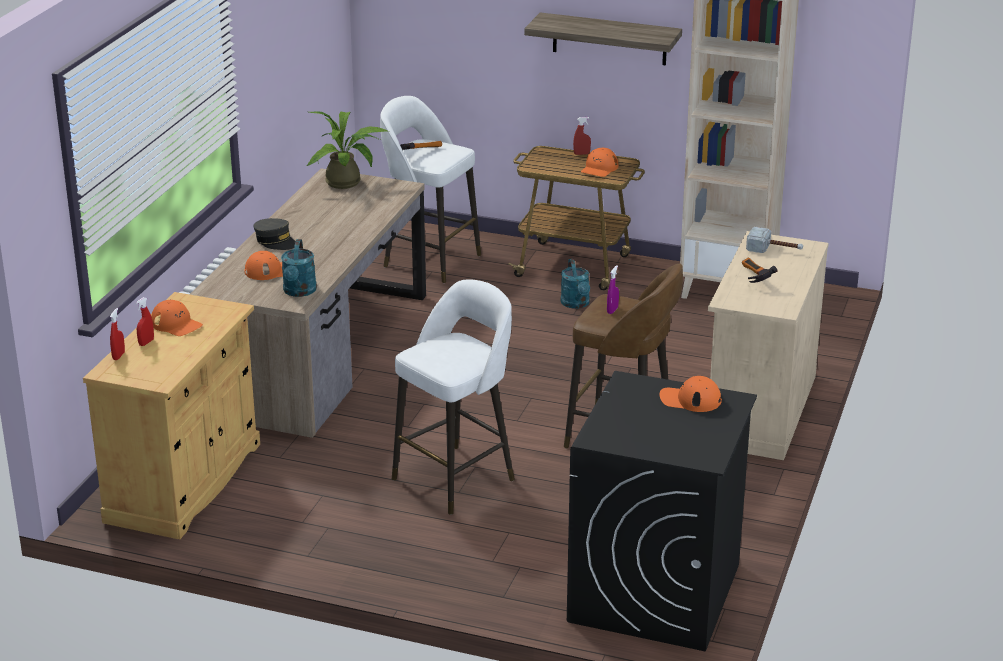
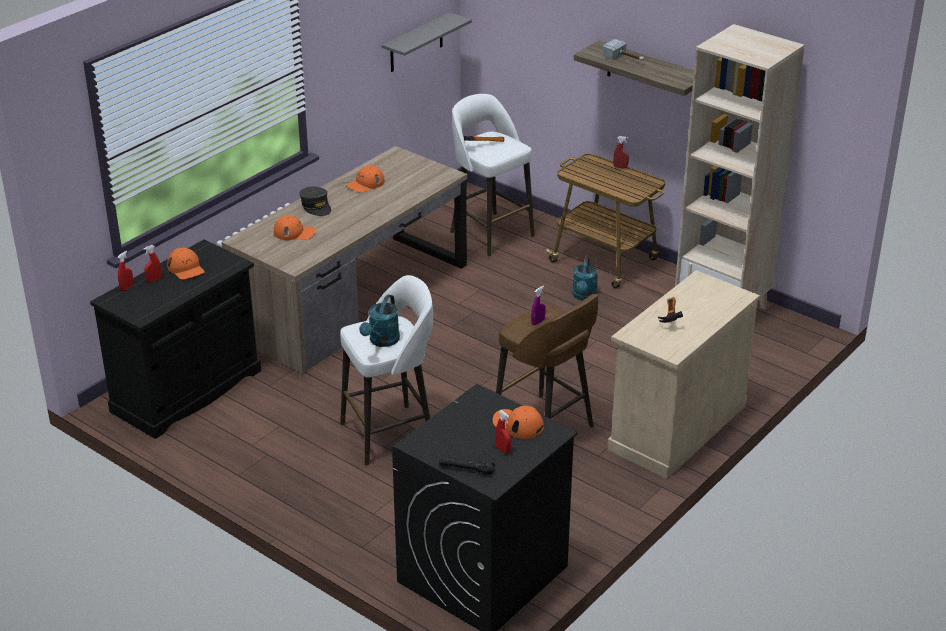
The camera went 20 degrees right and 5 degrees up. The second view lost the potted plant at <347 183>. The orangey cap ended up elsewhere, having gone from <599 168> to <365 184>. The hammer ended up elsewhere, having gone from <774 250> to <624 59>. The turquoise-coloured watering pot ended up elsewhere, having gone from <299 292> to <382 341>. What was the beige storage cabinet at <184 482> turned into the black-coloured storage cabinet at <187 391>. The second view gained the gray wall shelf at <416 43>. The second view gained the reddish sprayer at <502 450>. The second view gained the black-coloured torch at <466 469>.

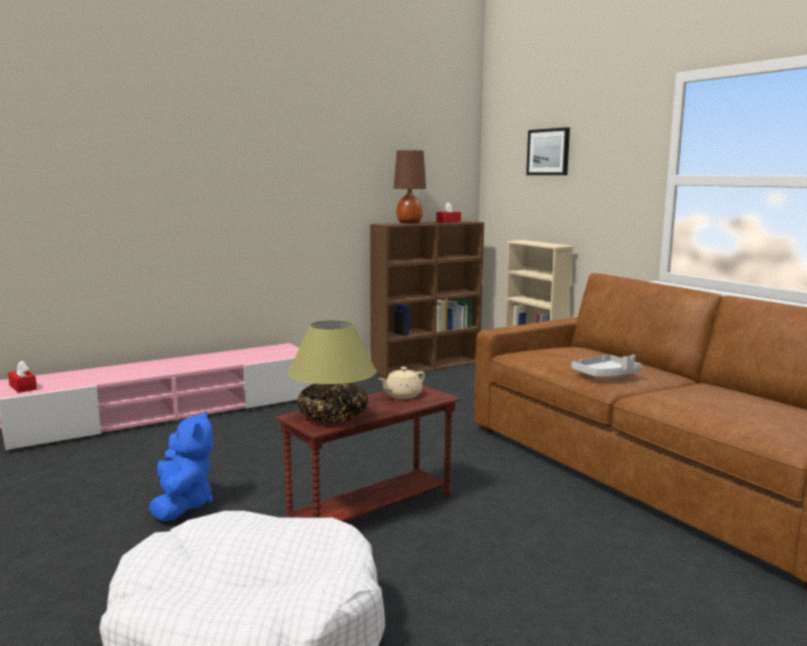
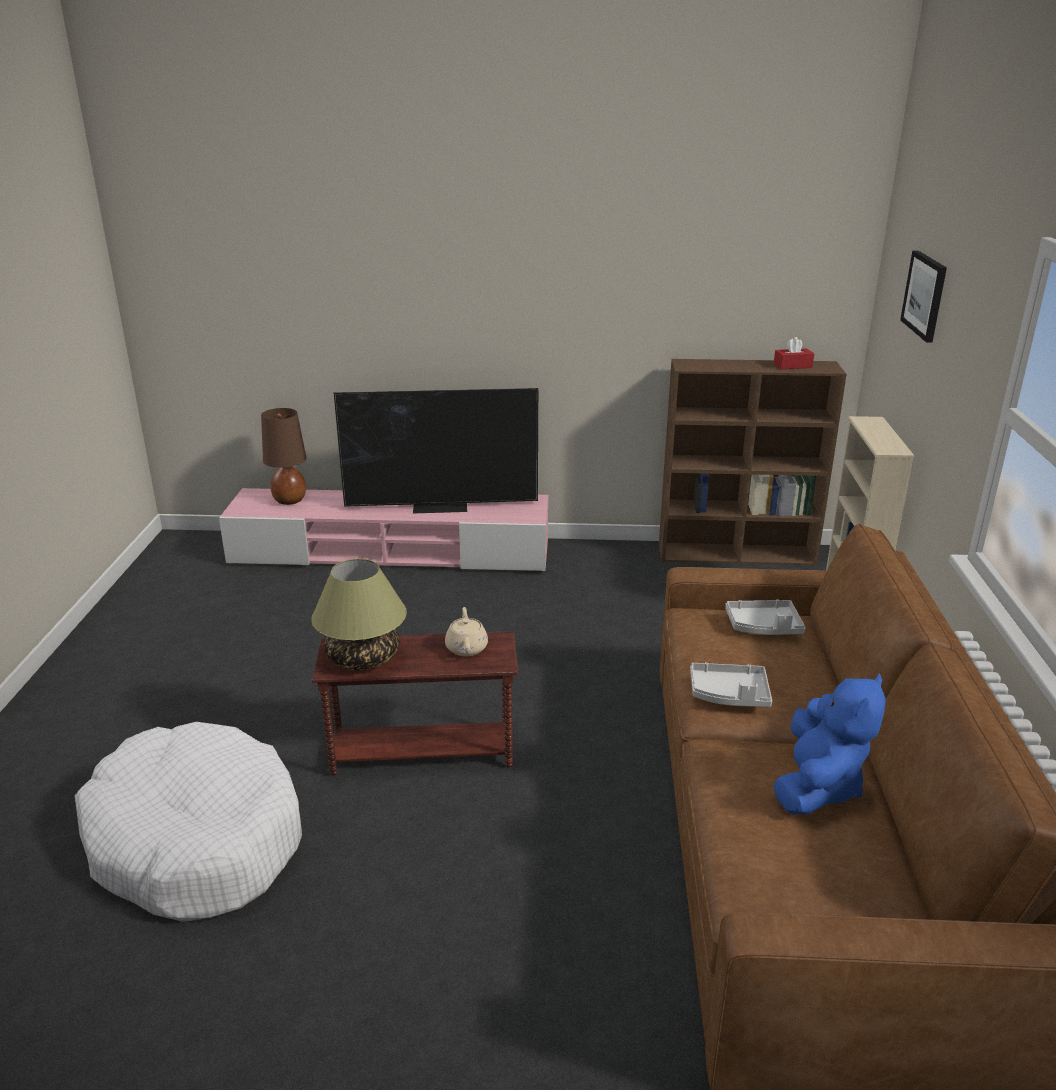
The camera went 35 degrees right and 15 degrees up. The brown-coloured lamp for a table ended up elsewhere, having gone from <409 223> to <289 500>. The second view lost the reddish tissue box at <23 387>. The beige tea pot at <402 395> ended up facing another way, 90 degrees clockwise from before. The bluish cuddly toy ended up elsewhere, having gone from <182 505> to <818 786>. The second view gained the television at <441 506>. The second view gained the gray carrying tray at <763 627>.

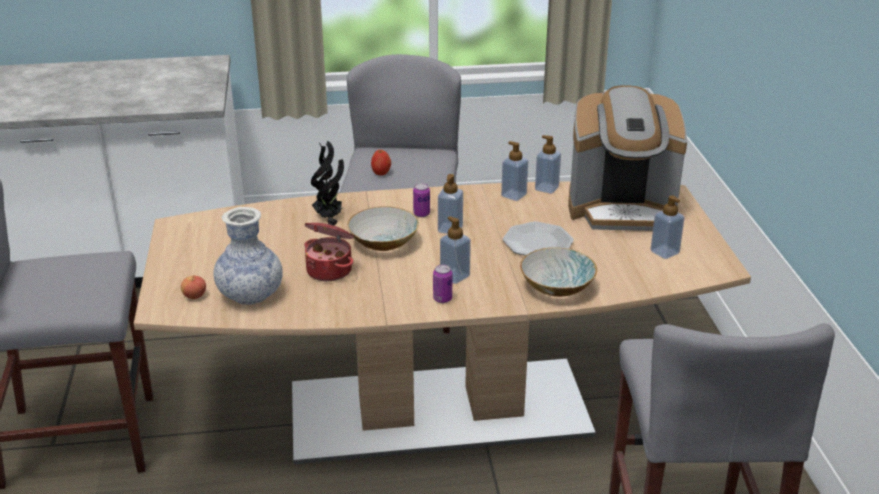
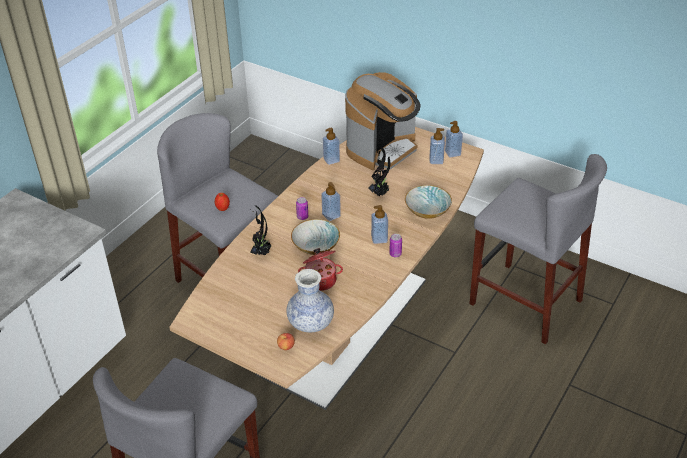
The camera went 50 degrees left and 10 degrees up. The soap bottle ended up elsewhere, having gone from <514 195> to <452 153>. Where the dinner plate stood at <537 242>, the potted plant came to stand at <380 193>.

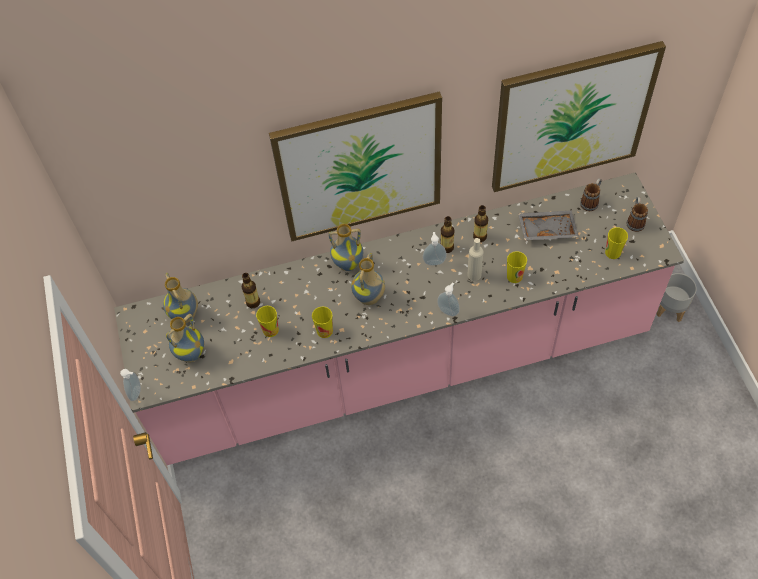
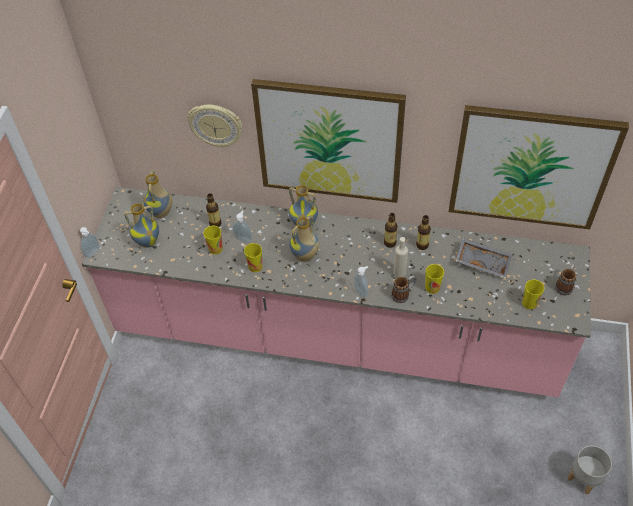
The camera went 25 degrees right and 5 degrees down. The coffee mug ended up elsewhere, having gone from <591 201> to <403 294>. The soap bottle ended up elsewhere, having gone from <434 261> to <243 238>. The gray plant pot ended up elsewhere, having gone from <671 309> to <584 479>. The second view gained the wall clock at <216 125>.

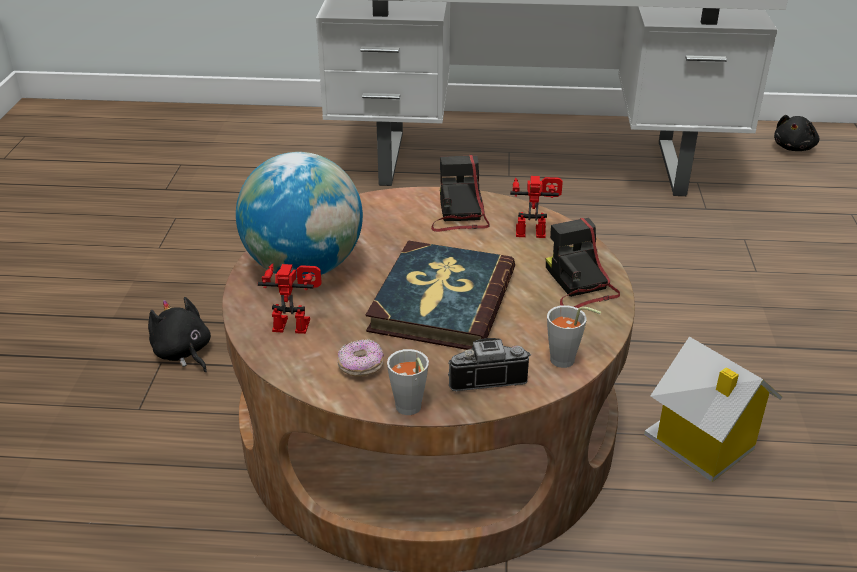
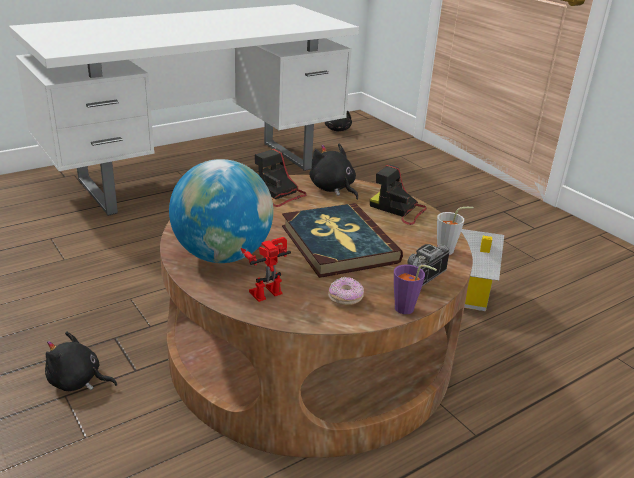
The camera went 40 degrees left and 5 degrees down. Where the toy robot stood at <533 229>, the black-coloured cuddly toy came to stand at <333 189>. What was the gray small cup at <409 410> turned into the purple-coloured small cup at <408 310>.

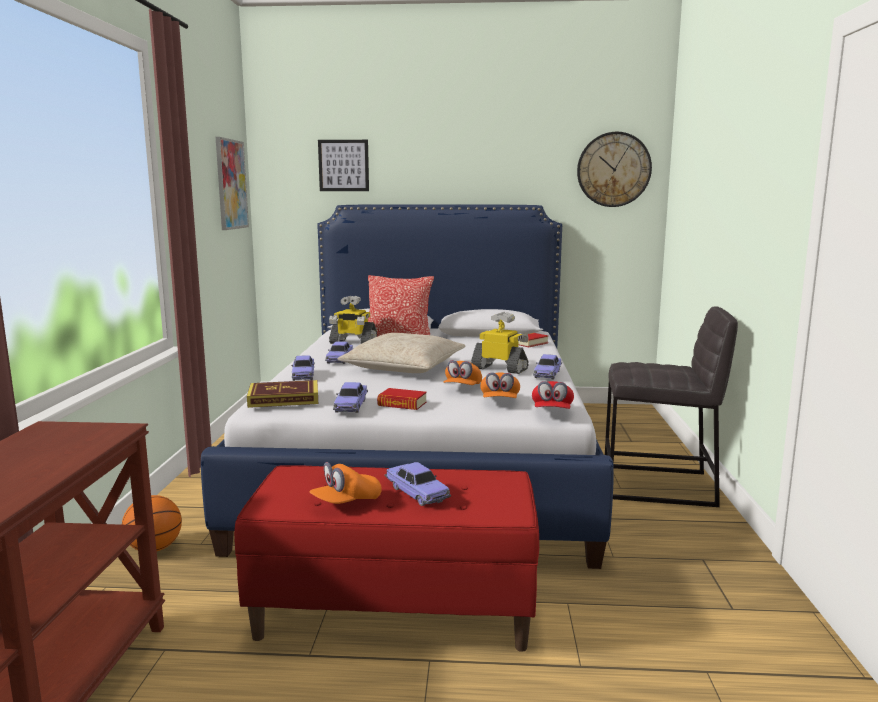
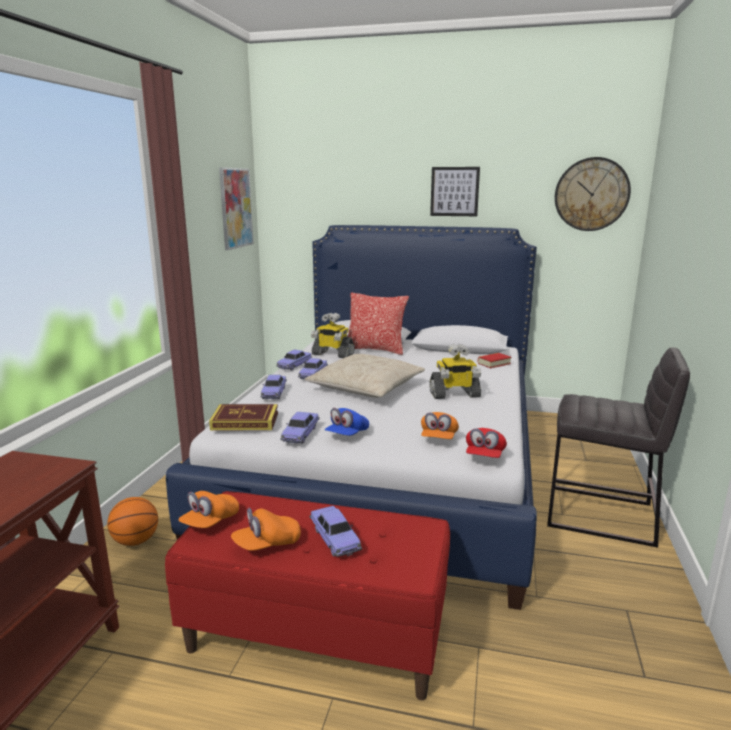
The camera went 10 degrees right and 5 degrees up. The wall picture ended up elsewhere, having gone from <343 165> to <454 191>. The toy robot at <500 368> ended up facing another way, 135 degrees clockwise from before. The toy car ended up elsewhere, having gone from <547 374> to <294 365>. The orangey cap ended up elsewhere, having gone from <462 388> to <210 522>. Where the book stood at <402 404>, the bluish cap came to stand at <347 435>.

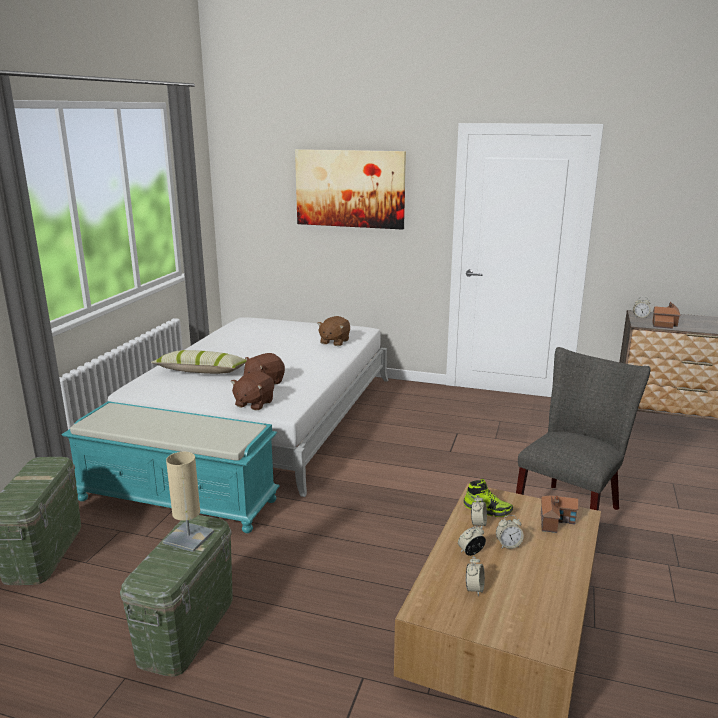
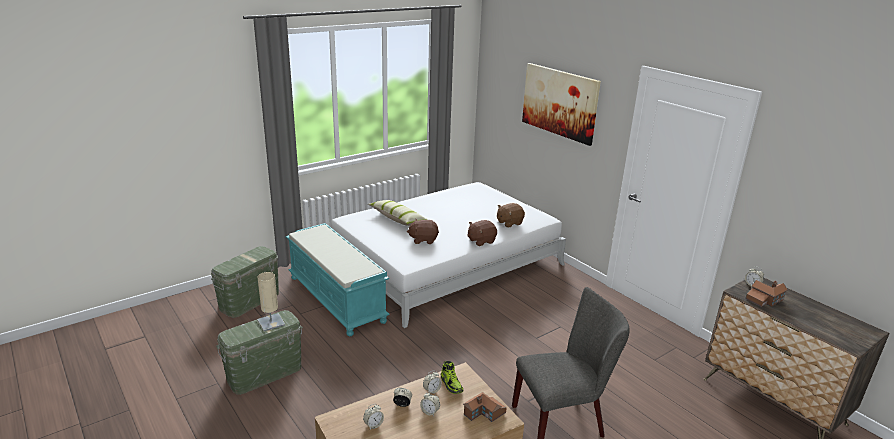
The camera went 35 degrees right and 5 degrees up. The brown-coloured cuddly toy ended up elsewhere, having gone from <253 403> to <481 241>.

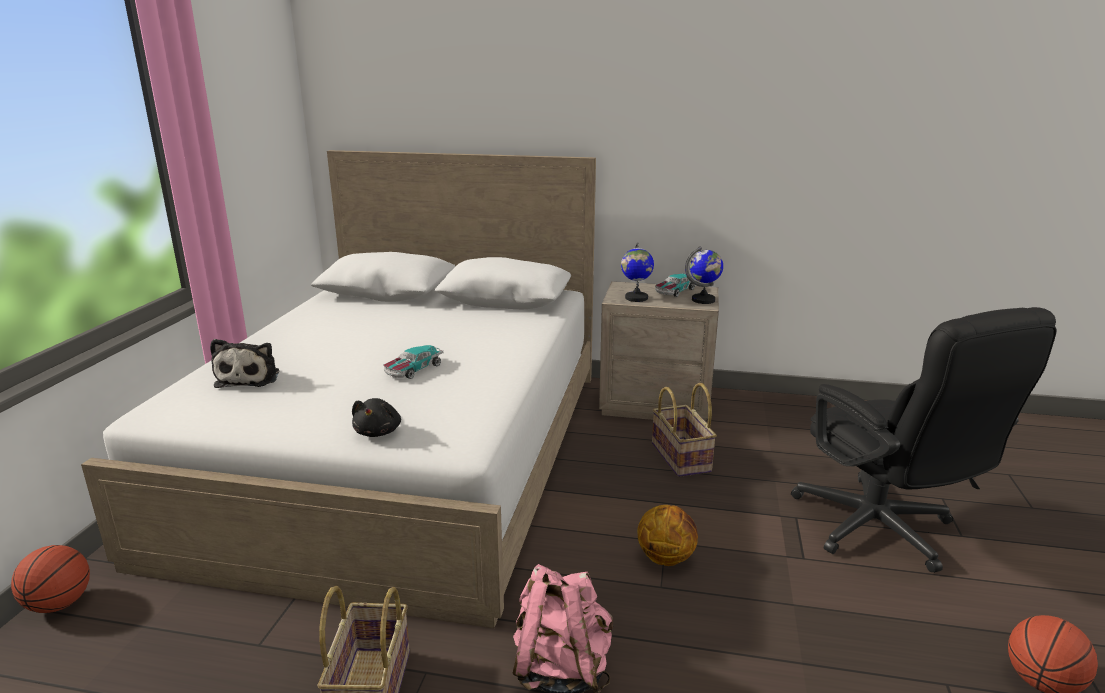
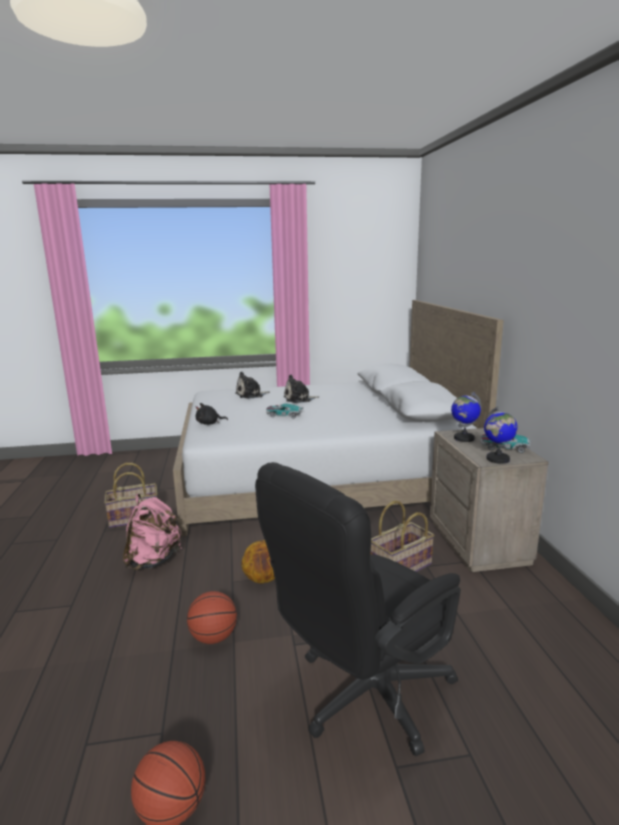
The camera went 70 degrees right and 5 degrees down. The basketball ended up elsewhere, having gone from <59 604> to <214 637>. The second view gained the cuddly toy at <299 399>.

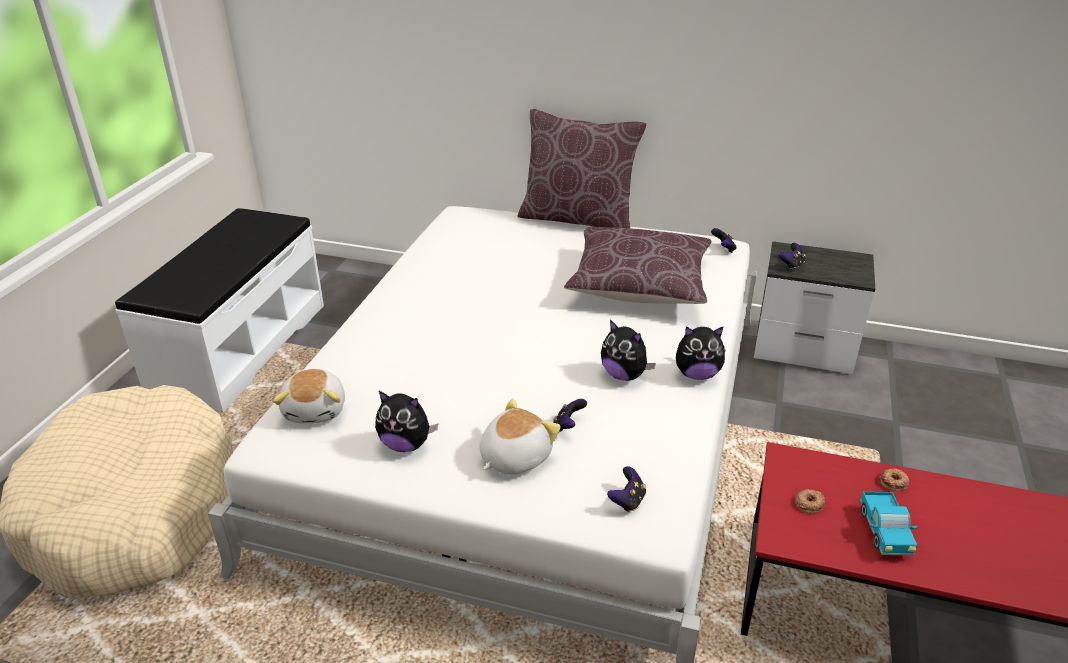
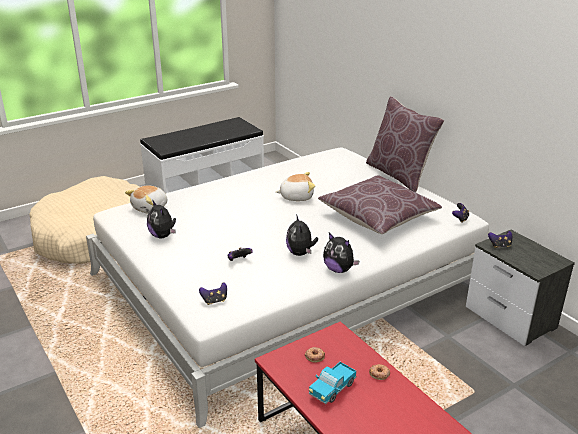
The camera went 40 degrees right and 5 degrees down. The cuddly toy ended up elsewhere, having gone from <514 457> to <296 196>.

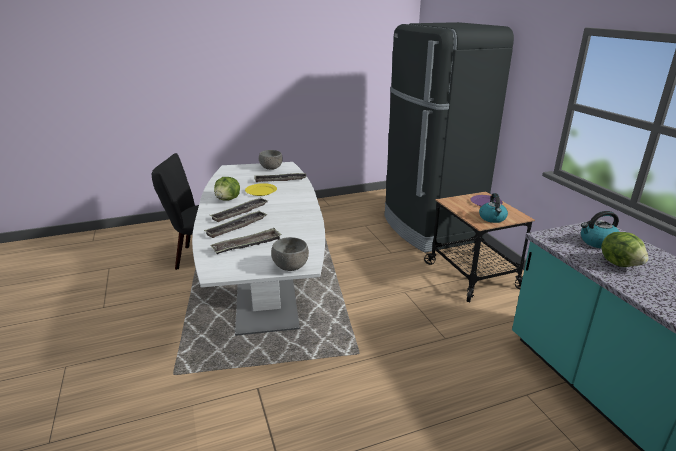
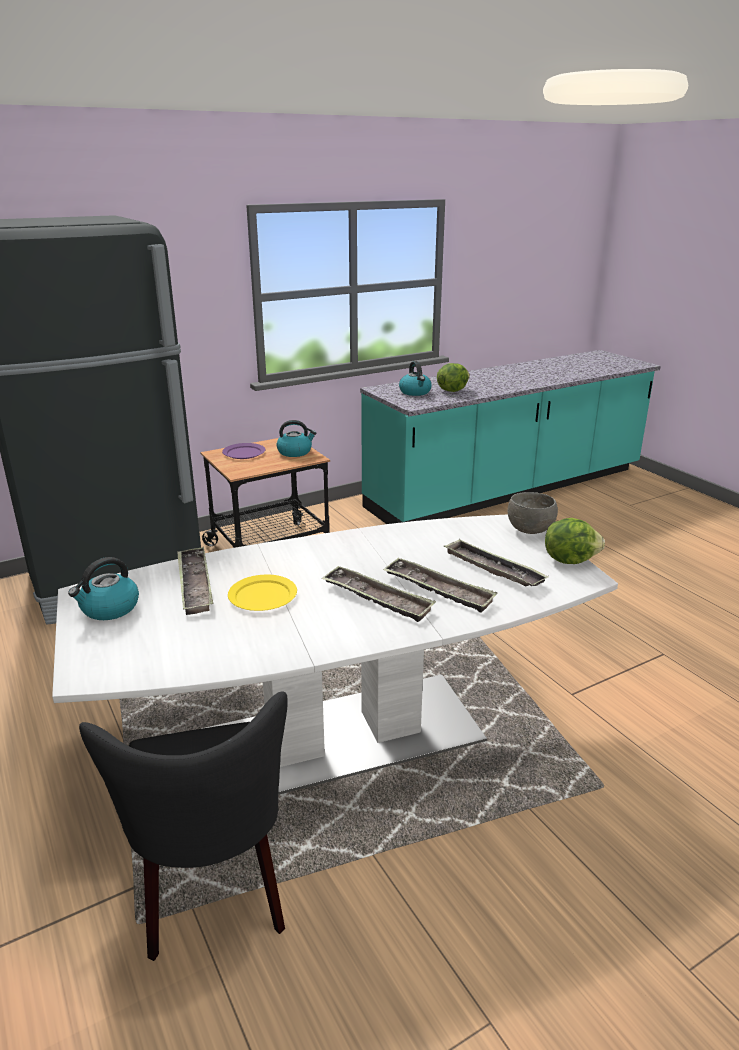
The camera went 100 degrees left and 0 degrees up. Where the gray bowl stood at <271 168>, the water kettle came to stand at <109 608>. The lettuce head ended up elsewhere, having gone from <228 199> to <569 559>.

